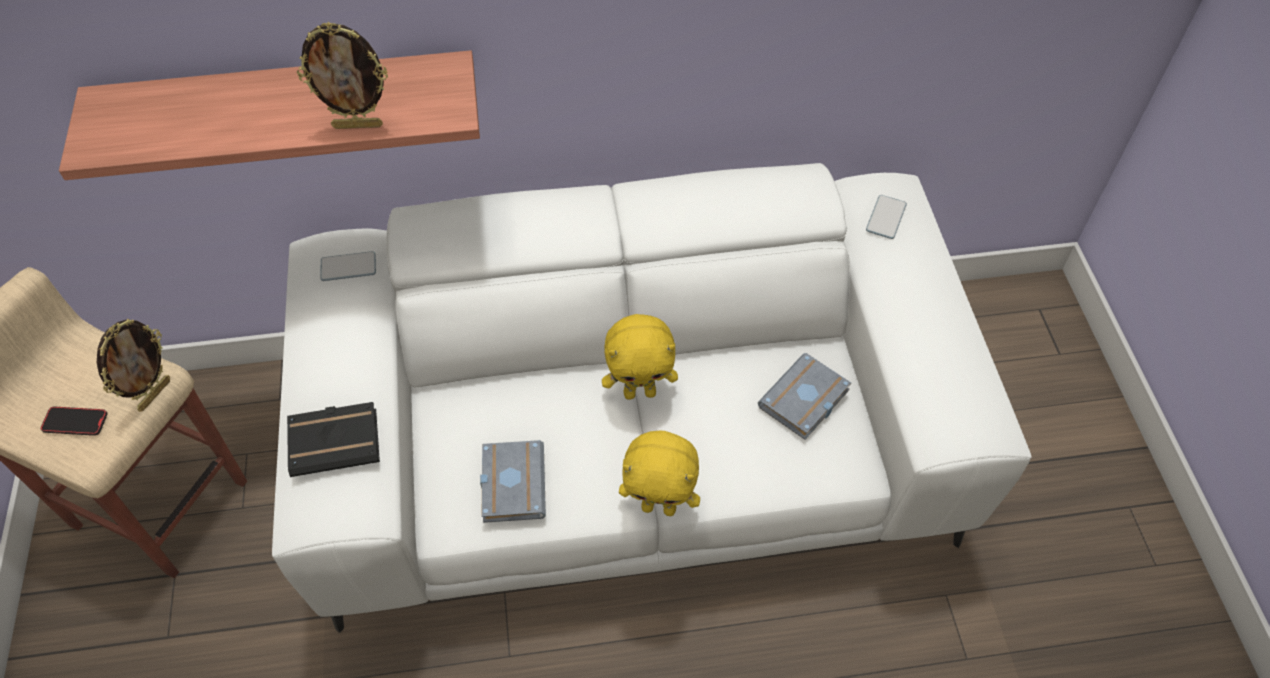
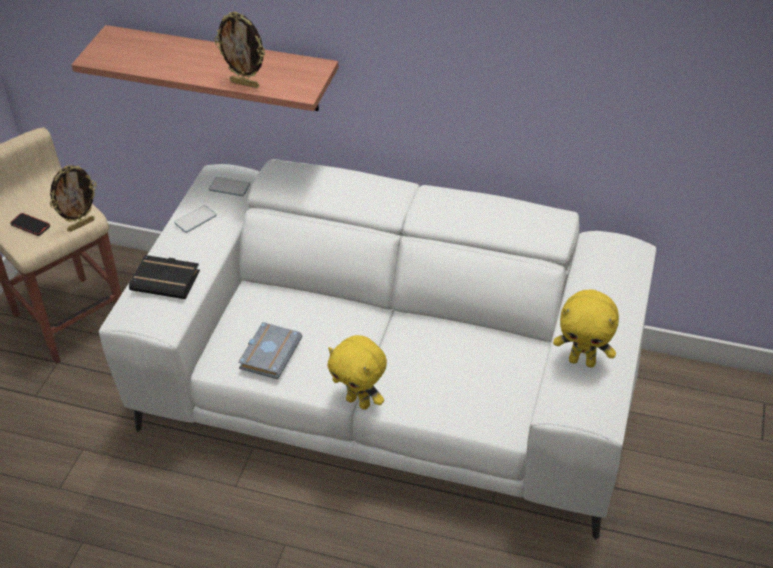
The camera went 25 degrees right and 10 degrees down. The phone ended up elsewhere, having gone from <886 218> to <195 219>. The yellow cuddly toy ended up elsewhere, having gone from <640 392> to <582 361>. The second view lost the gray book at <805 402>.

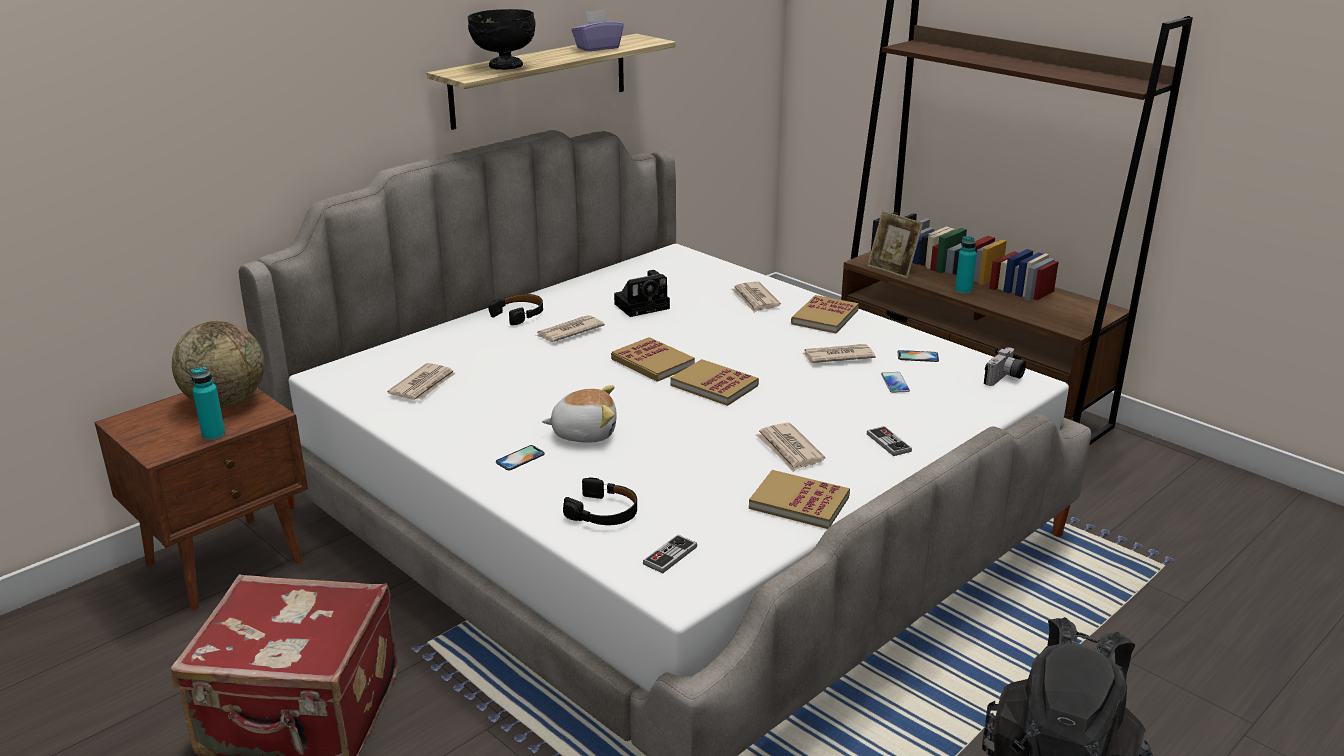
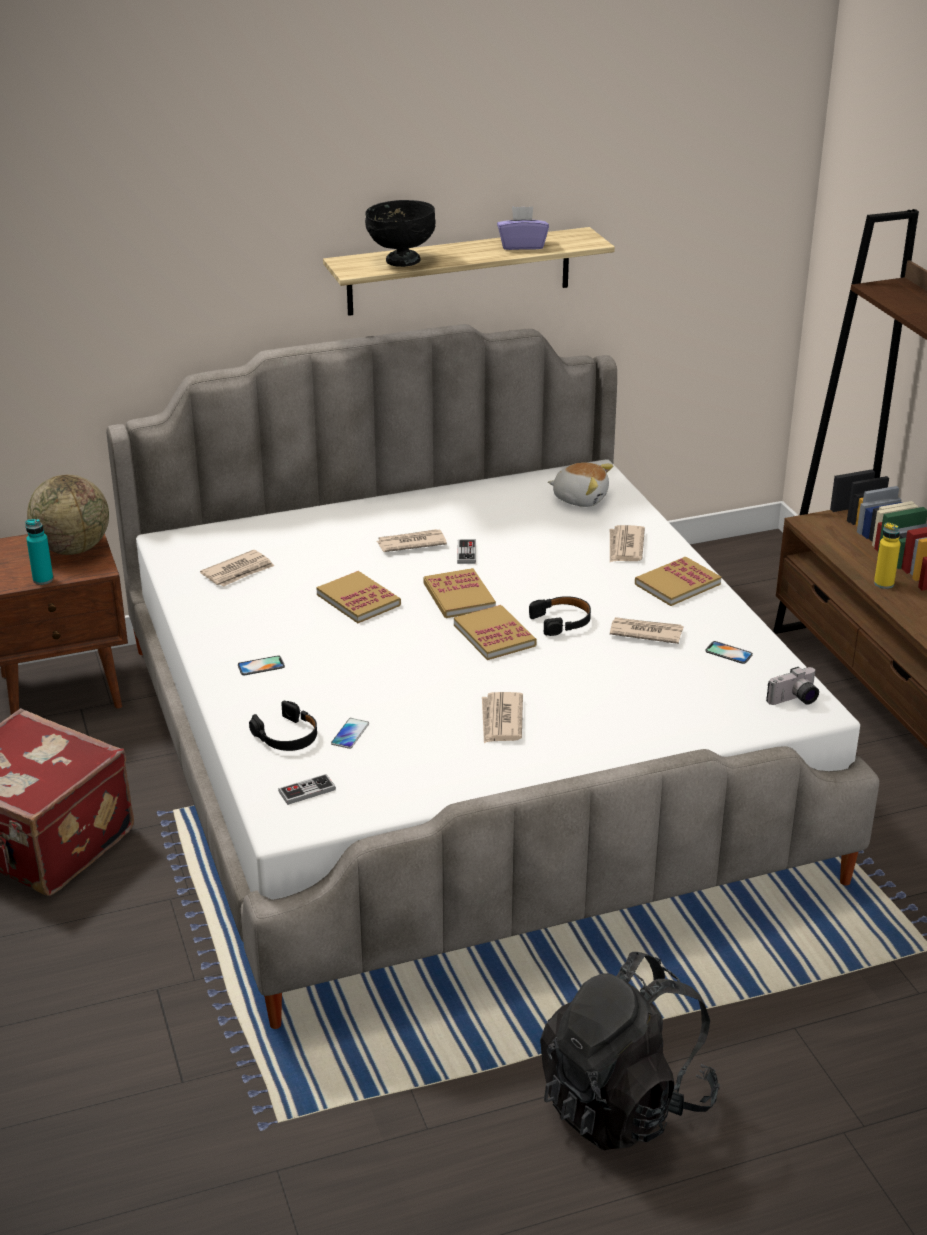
The camera went 25 degrees right and 5 degrees up. The second view lost the picture frame at <892 270>. What was the turquoise-coloured bottle at <963 290> turned into the yellow bottle at <883 583>. The second view lost the photo camera at <643 305>. The black-coloured headphones ended up elsewhere, having gone from <519 314> to <562 621>. The phone ended up elsewhere, having gone from <895 383> to <350 734>. The cuddly toy ended up elsewhere, having gone from <584 433> to <580 498>. The joypad ended up elsewhere, having gone from <888 443> to <466 553>. The book ended up elsewhere, having gone from <799 502> to <358 600>.

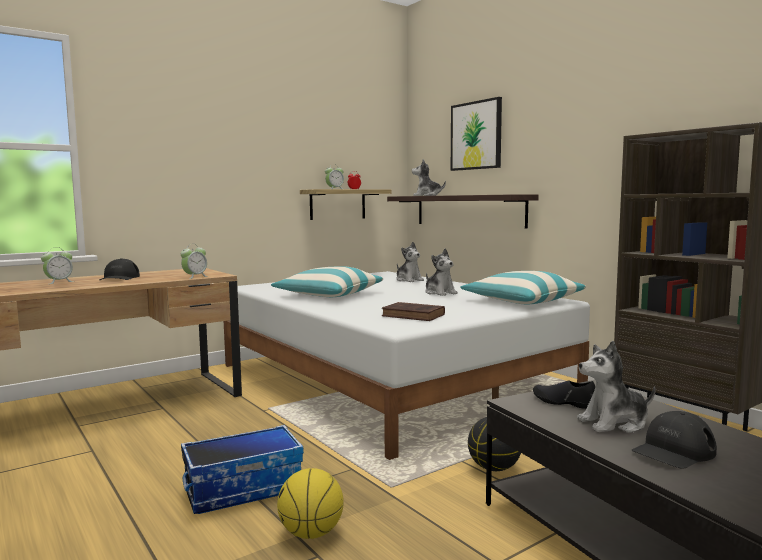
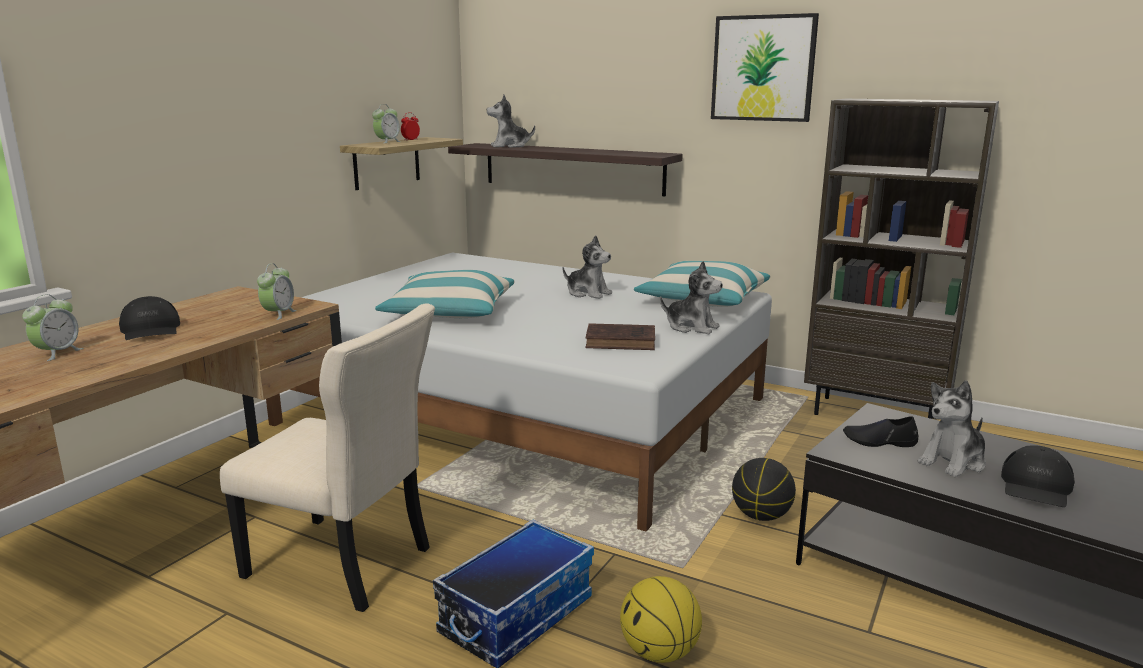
The camera went 25 degrees left and 10 degrees up. The wall picture ended up elsewhere, having gone from <476 135> to <763 68>. The cuddly toy ended up elsewhere, having gone from <409 280> to <691 327>. The second view gained the beige chair at <344 564>.

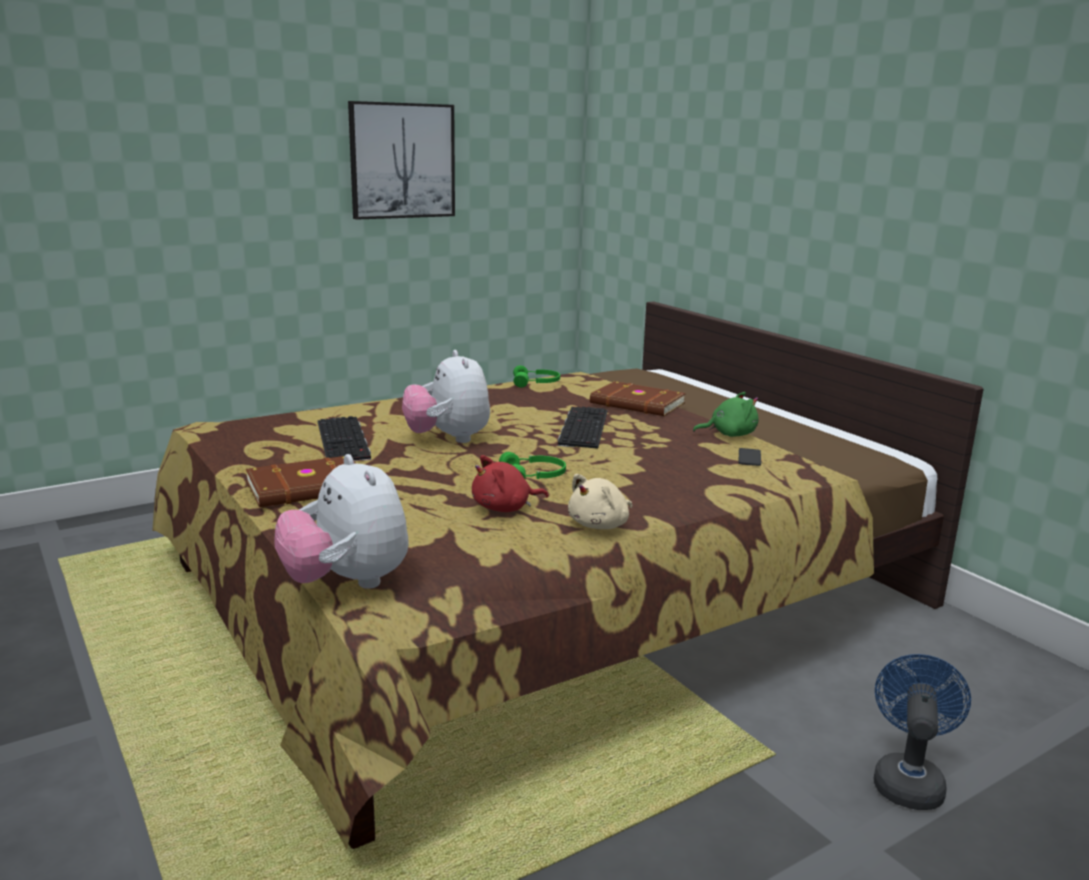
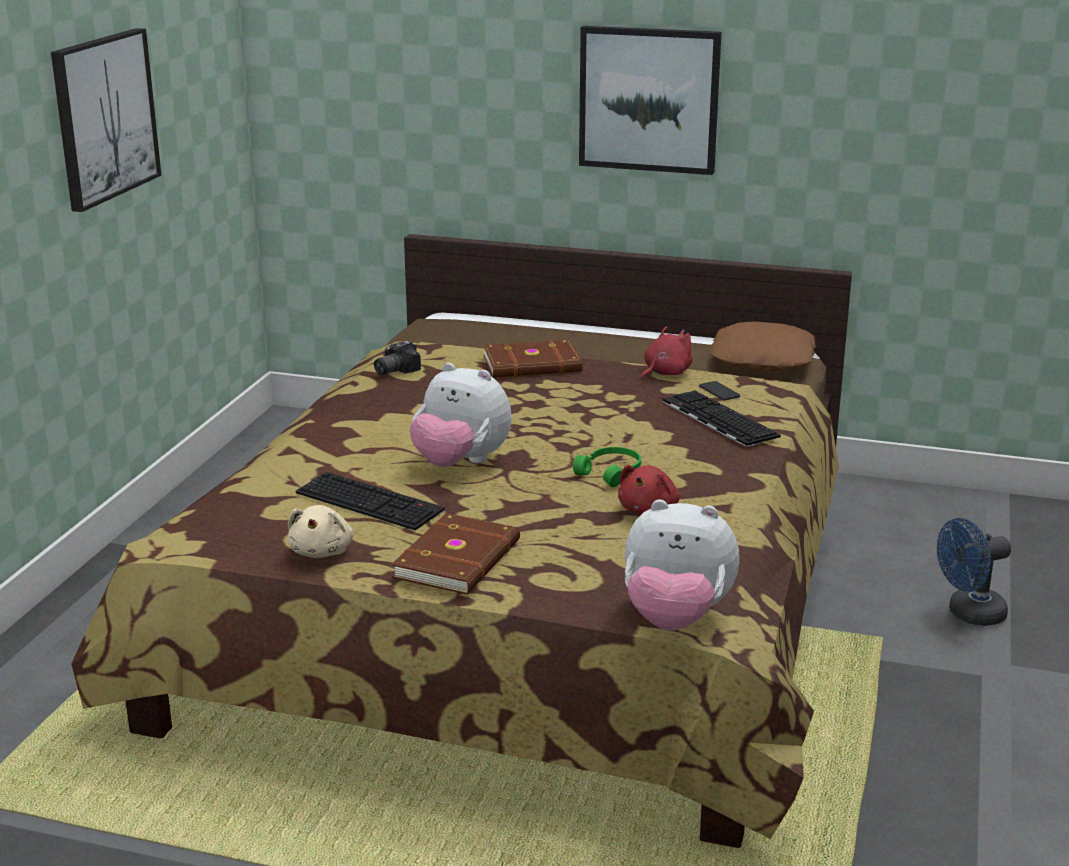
The camera went 40 degrees left and 5 degrees up. Where the greenish headphones stood at <536 383>, the photo camera came to stand at <393 370>. What was the greenish cuddly toy at <729 434> turned into the reddish cuddly toy at <665 373>. The computer keyboard ended up elsewhere, having gone from <582 427> to <717 419>. The beige cuddly toy ended up elsewhere, having gone from <600 525> to <322 551>. The bluish fan at <907 780> ended up facing another way, 90 degrees counterclockwise from before. The second view gained the wall picture at <649 99>. The second view gained the brown-coloured pillow at <761 359>.

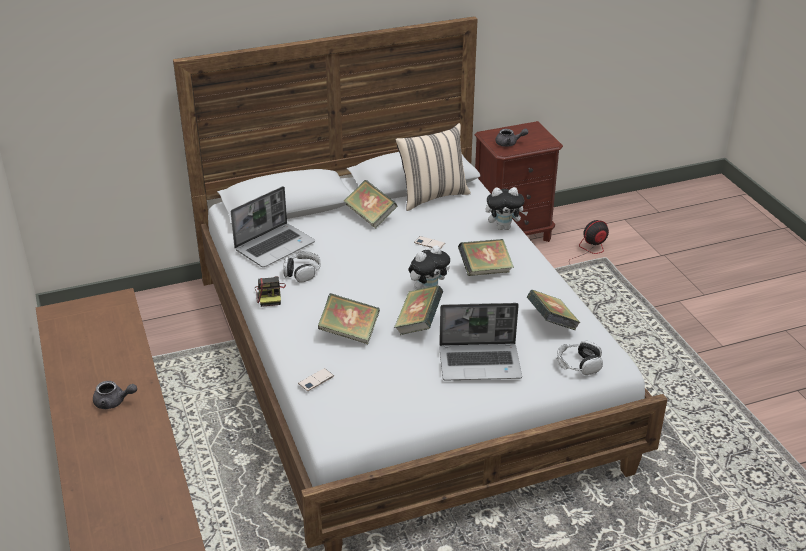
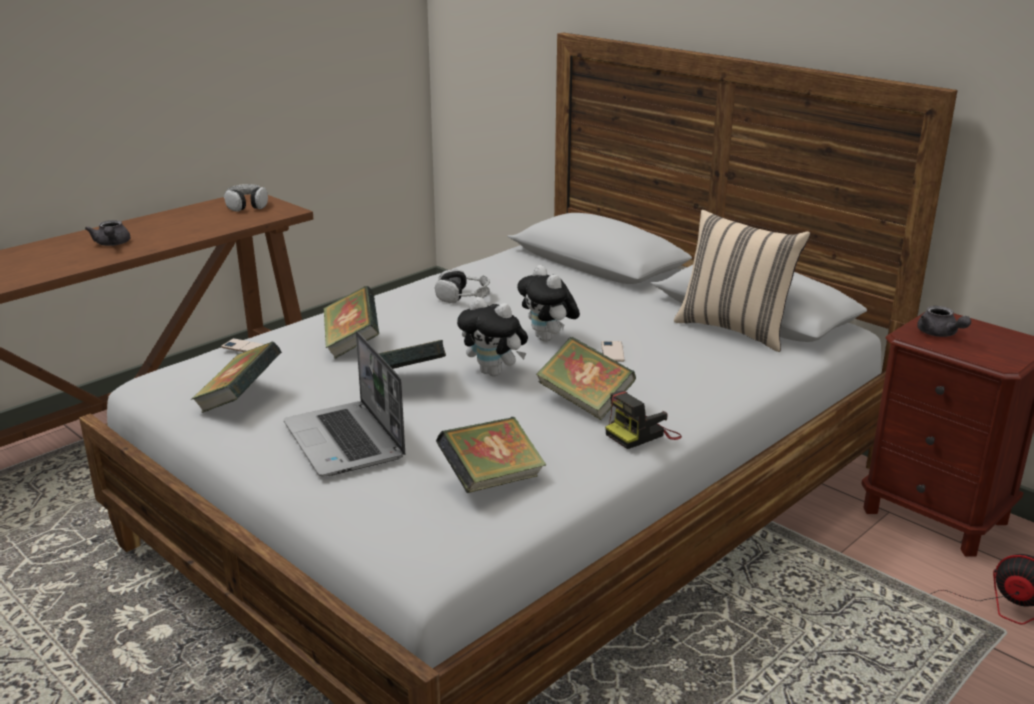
The camera went 65 degrees right and 10 degrees down. The book ended up elsewhere, having gone from <370 216> to <240 400>. The second view lost the portable computer at <275 246>. The cuddly toy ended up elsewhere, having gone from <504 227> to <548 339>. The photo camera ended up elsewhere, having gone from <270 295> to <642 434>. The headphones ended up elsewhere, having gone from <578 364> to <246 205>.

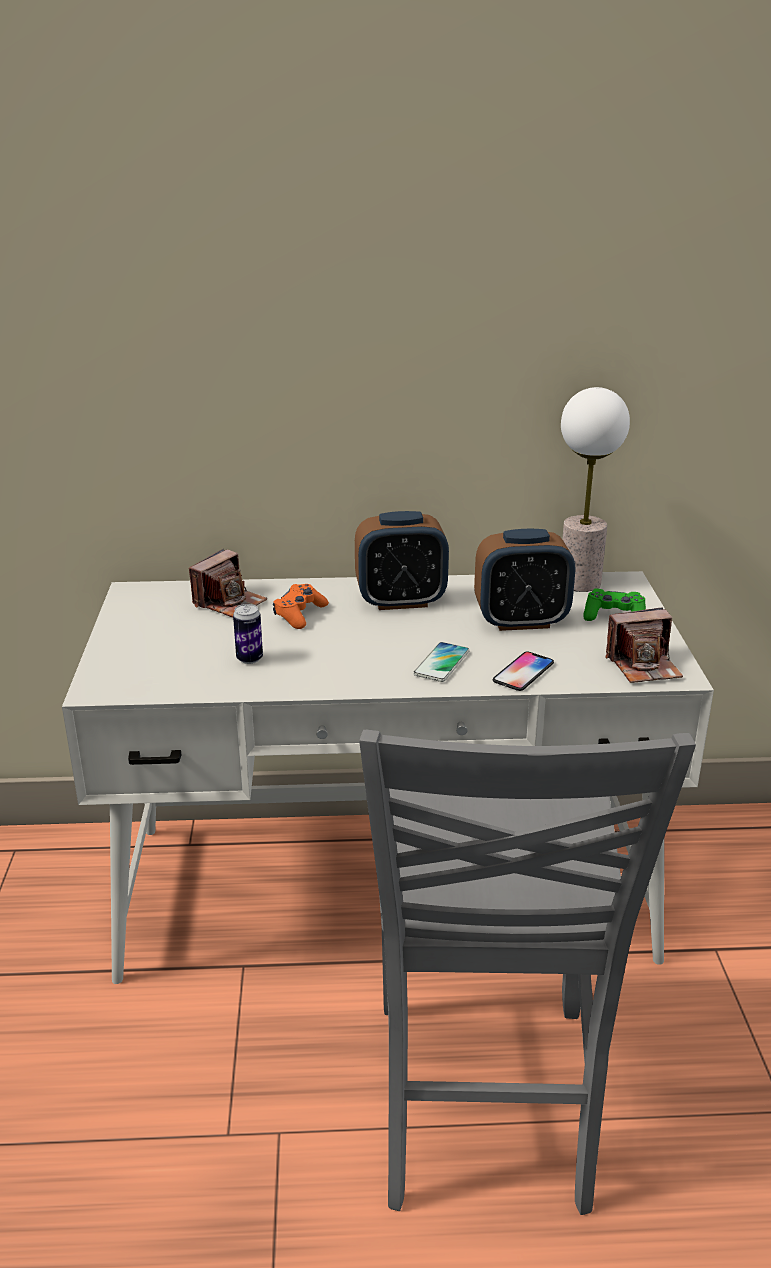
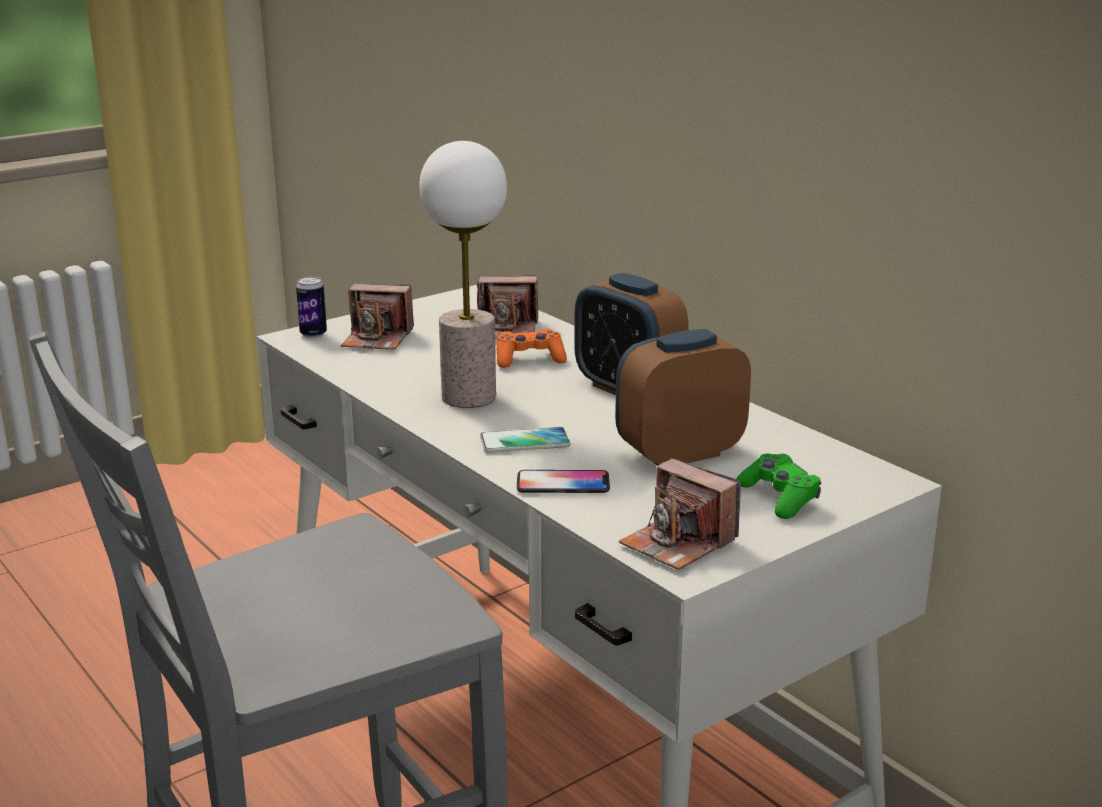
The camera went 55 degrees right and 5 degrees down. The lamp for a table ended up elsewhere, having gone from <580 583> to <468 397>. The table clock at <521 621> ended up facing another way, 105 degrees clockwise from before. The sealed can ended up elsewhere, having gone from <249 659> to <313 334>. The second view gained the photo camera at <377 339>.

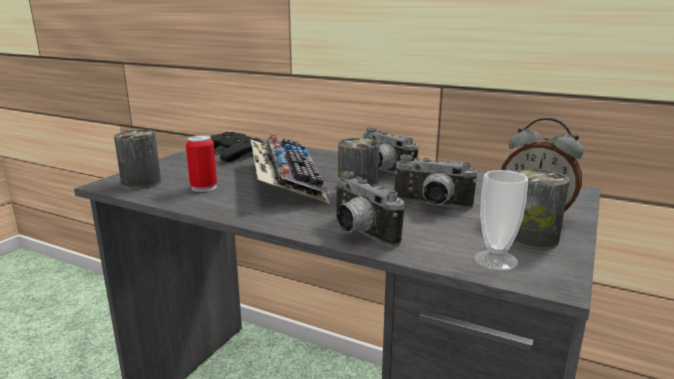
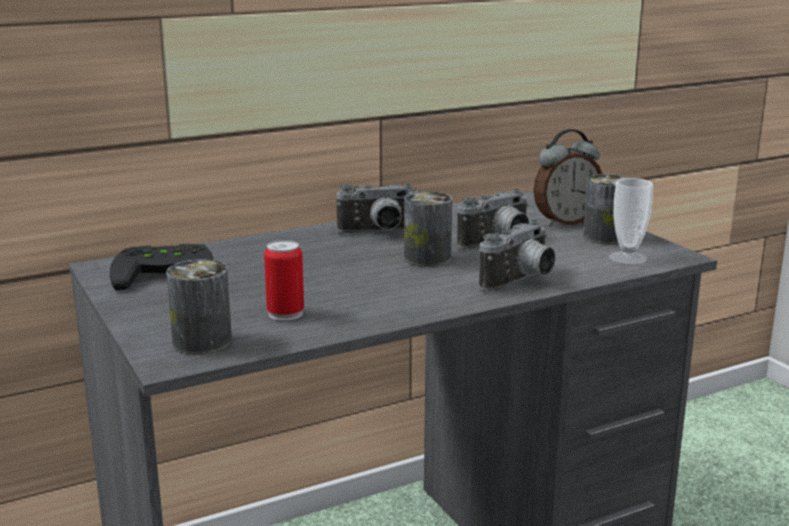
The camera went 55 degrees left and 0 degrees up. The second view lost the computer keyboard at <285 180>. The photo camera at <358 233> ended up facing another way, 45 degrees counterclockwise from before.

